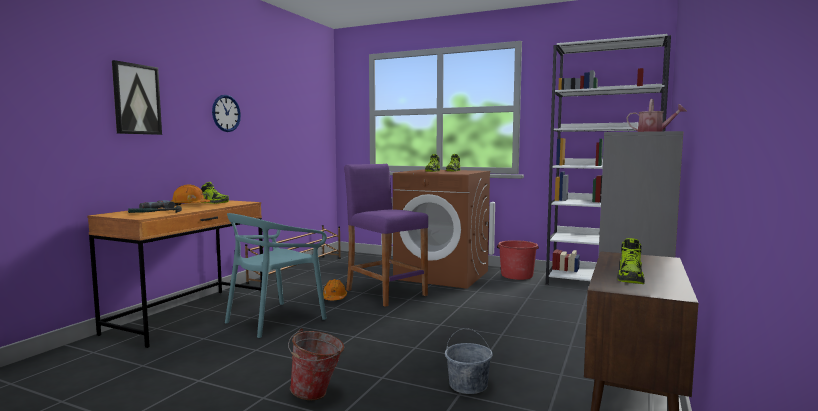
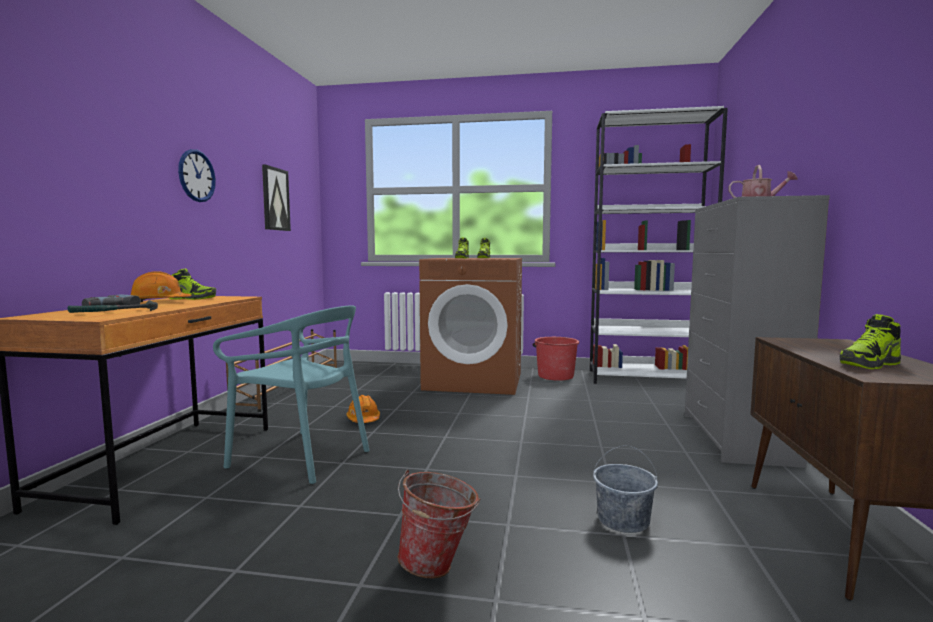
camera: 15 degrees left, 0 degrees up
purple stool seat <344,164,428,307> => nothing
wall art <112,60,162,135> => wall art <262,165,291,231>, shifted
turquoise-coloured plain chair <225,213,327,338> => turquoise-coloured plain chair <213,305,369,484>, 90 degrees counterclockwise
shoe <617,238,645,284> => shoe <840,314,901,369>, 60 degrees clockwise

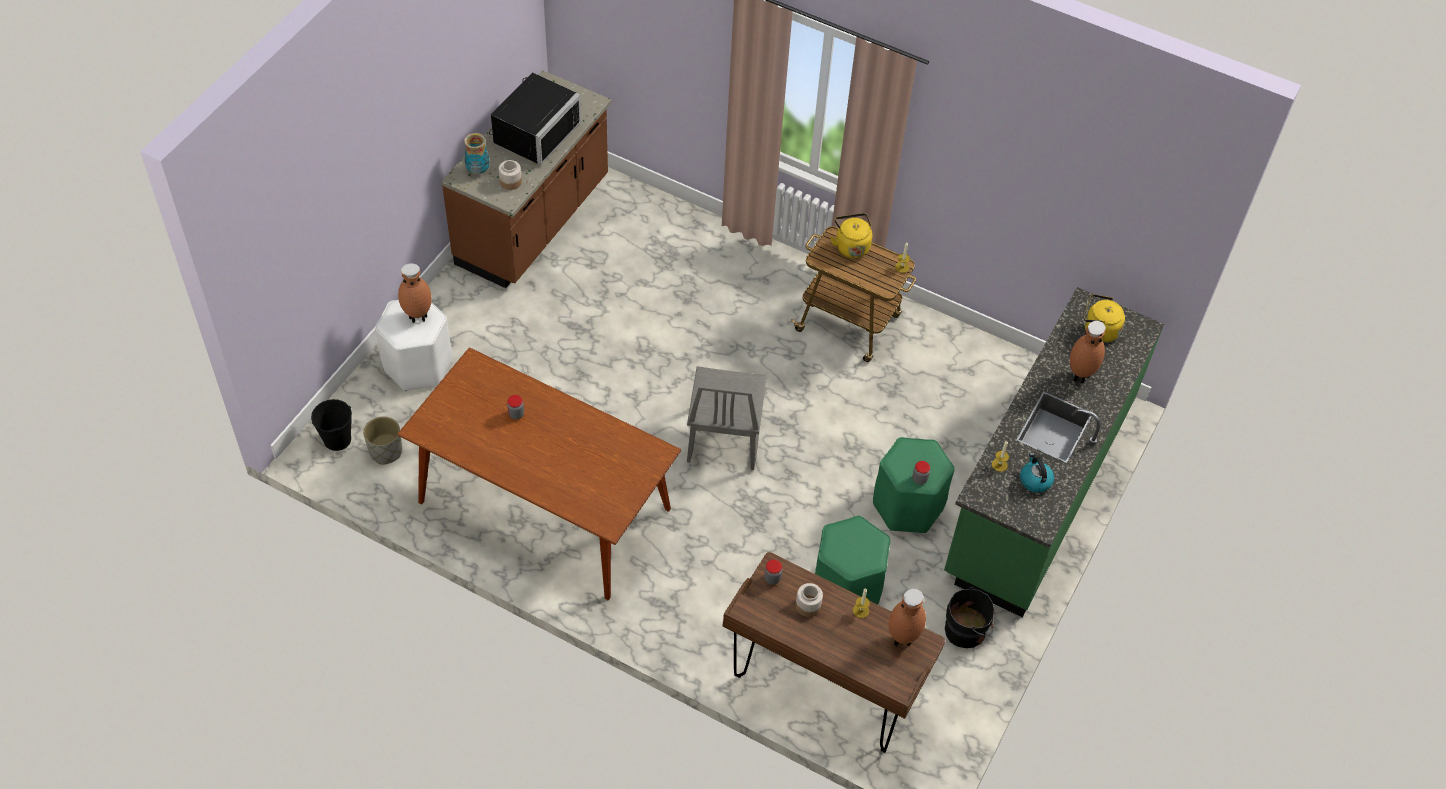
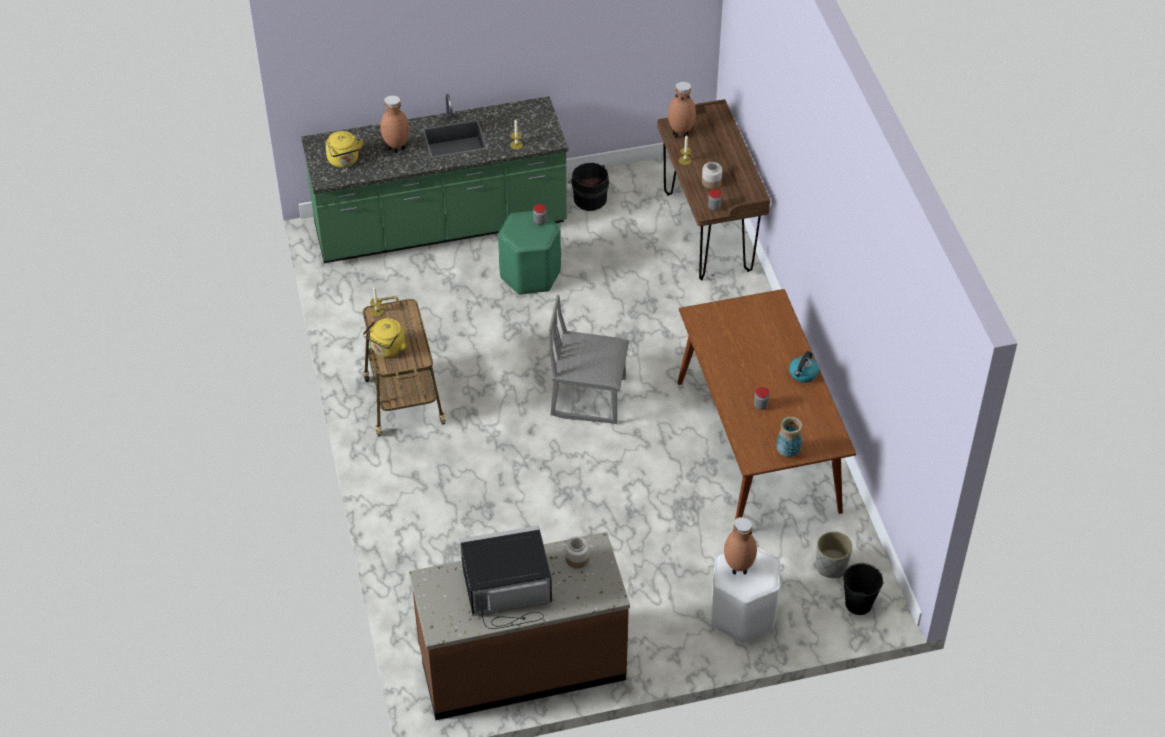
camera: 130 degrees left, 5 degrees down
green stool seat <815,516,891,605> => nothing
vase <464,133,490,174> => vase <776,417,802,457>, shifted
water kettle <1020,453,1054,493> => water kettle <789,351,819,383>, shifted
grey plain chair <687,366,767,470> => grey plain chair <549,295,629,424>, 135 degrees counterclockwise

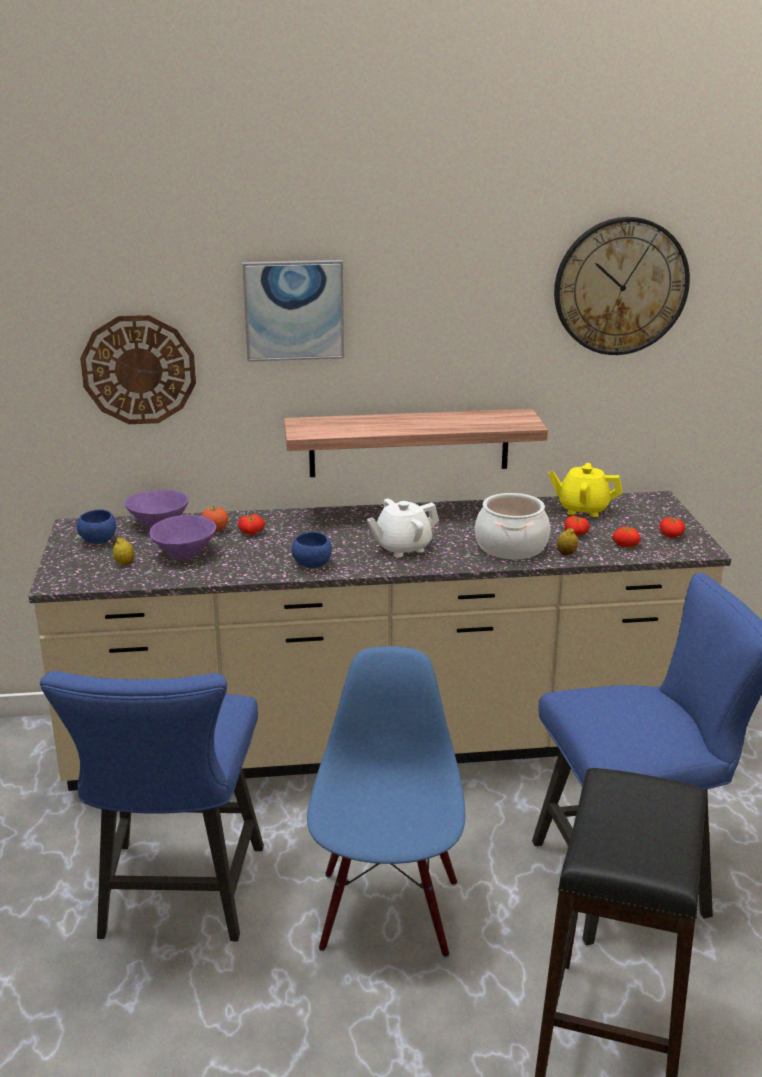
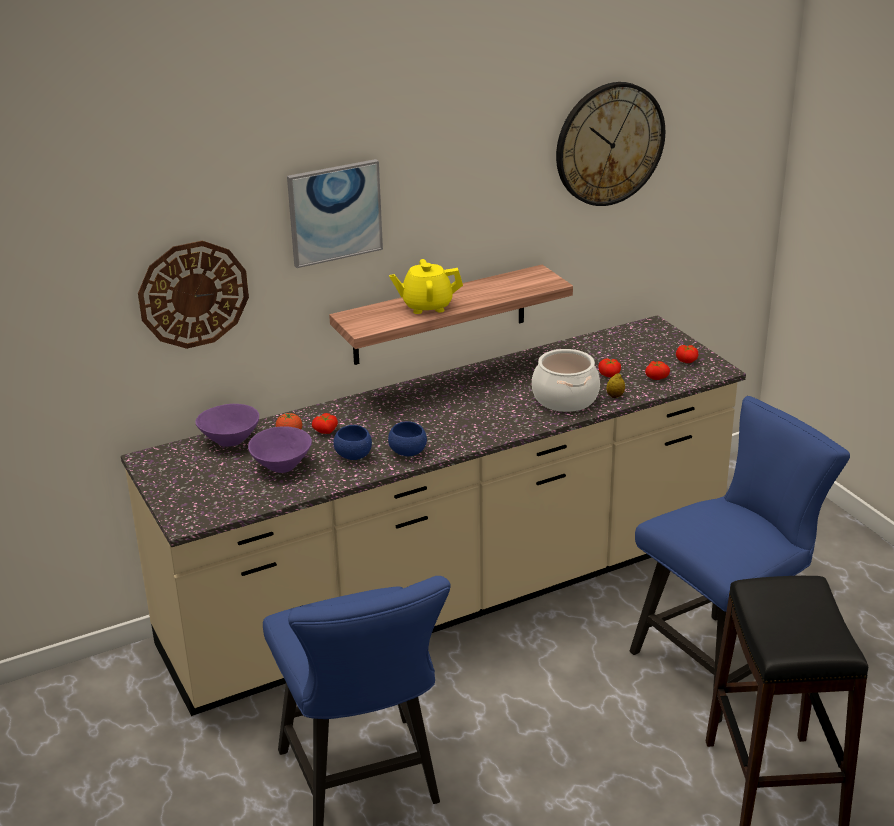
camera: 20 degrees left, 5 degrees up
lemon <113,537,135,565> => nothing
blue plain chair <307,646,465,957> => nothing
white-coloured teapot <367,499,439,558> => nothing
blue serving bowl <77,509,116,544> => blue serving bowl <333,425,372,460>, shifted
yellowish teapot <548,463,622,517> => yellowish teapot <389,259,463,314>, shifted

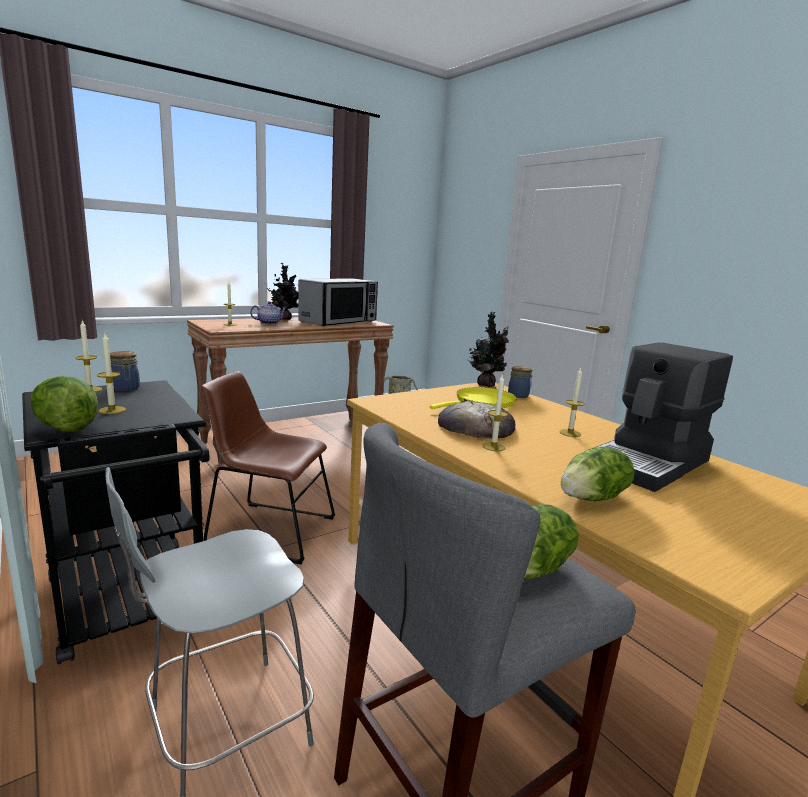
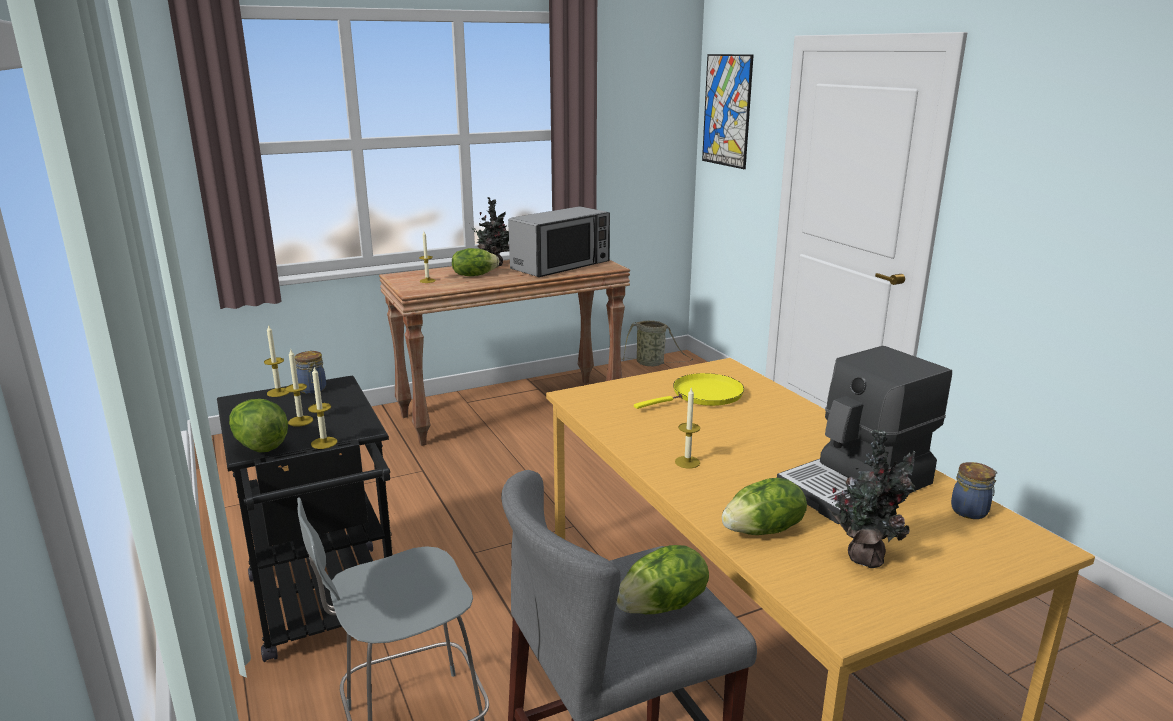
camera: 10 degrees right, 5 degrees up
brown plain chair <201,371,335,564> => nothing
baked bread <438,401,515,439> => nothing
nothing => wall art <702,54,754,169>
houseplant <468,312,509,387> => houseplant <828,430,916,568>, shifted
storage jar <508,366,533,398> => storage jar <951,462,998,519>, shifted
wax light <559,367,584,437> => wax light <308,367,338,449>, shifted
teapot <250,301,288,325> => lettuce <452,248,499,276>

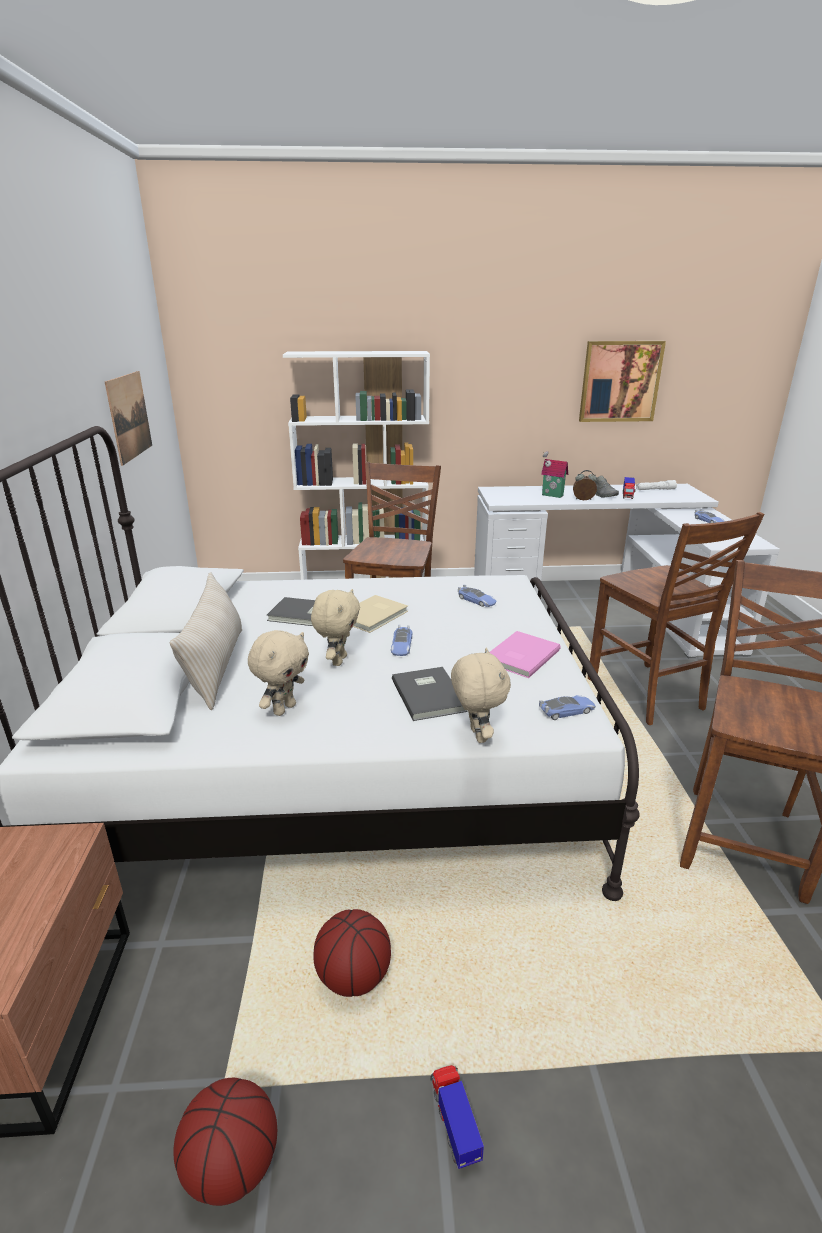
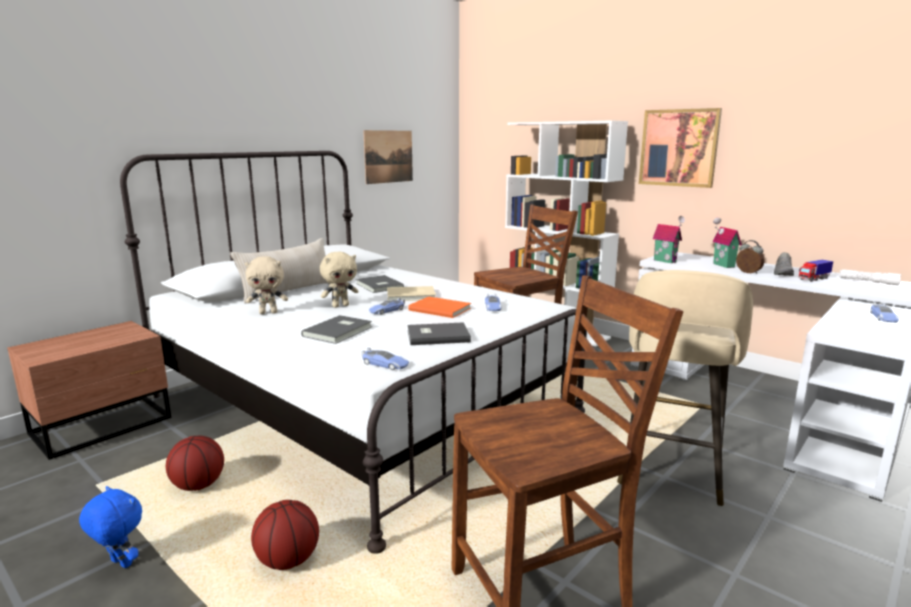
camera: 45 degrees right, 10 degrees down
sand-coloured cuddly toy <451,648,511,743> => nothing
nothing => orange-coloured volume <408,296,471,318>
nothing => miniature house <653,216,685,263>
ball for basketball <173,1078,277,1206> => ball for basketball <251,500,319,570>, shifted
wall art <579,341,666,422> => wall art <639,108,722,188>, shifted
toy lorry <430,1065,484,1169> => blue cuddly toy <79,486,142,568>
brown plain chair <588,512,764,725> => sand-coloured stool seat <617,270,753,506>
pinkish volume <490,631,561,678> => grey volume <407,322,471,345>

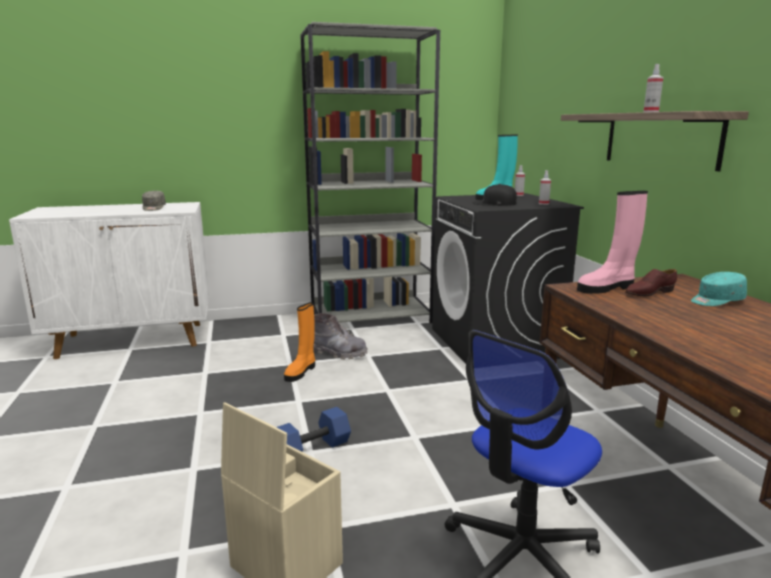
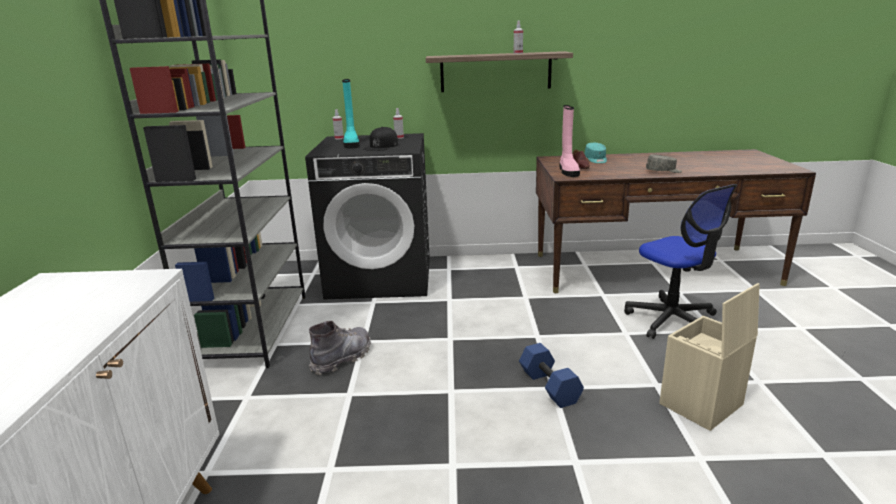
camera: 75 degrees left, 5 degrees up
orange-coloured high-top boot <284,302,315,382> => nothing
grey peaked cap <142,191,166,211> => grey peaked cap <646,154,682,173>, shifted

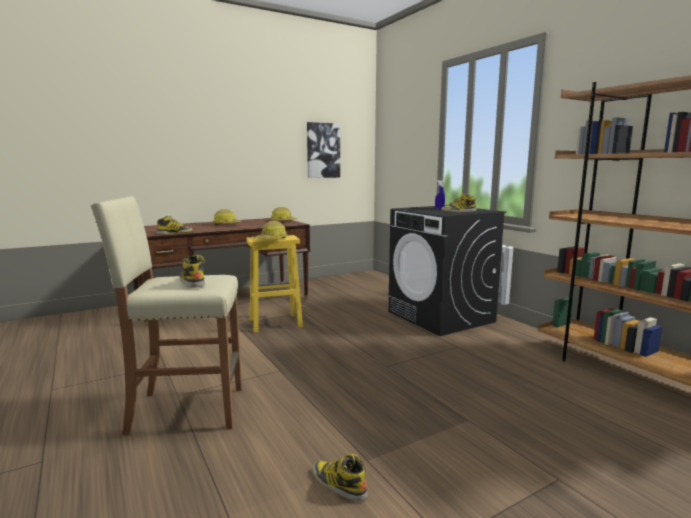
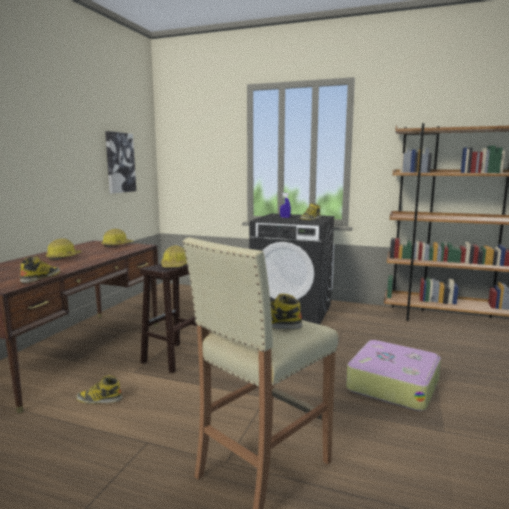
camera: 40 degrees left, 0 degrees up
nothing => suitcase <346,340,441,411>
high-top boot <312,453,368,502> => high-top boot <76,375,123,404>, shifted
yellowish stool seat <246,235,303,333> => brown stool seat <140,264,197,373>

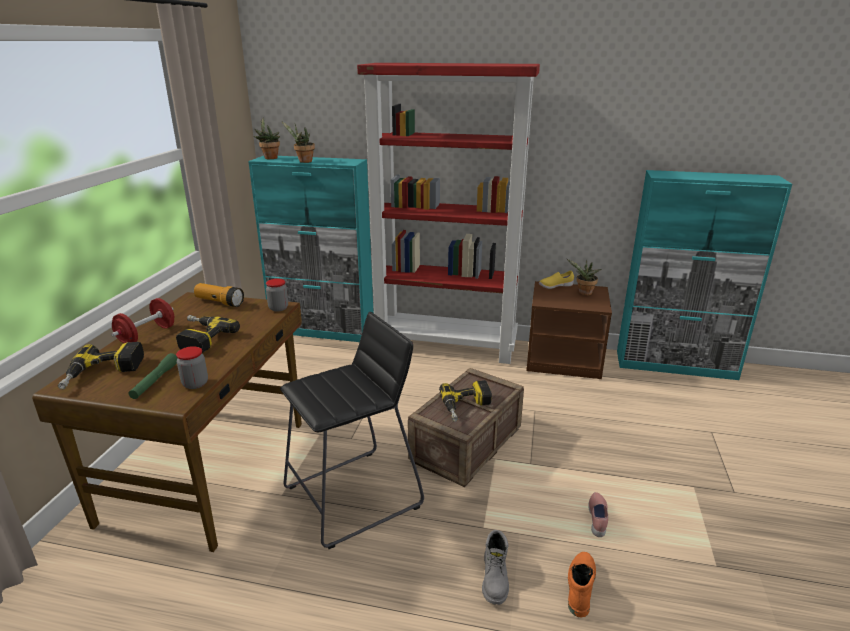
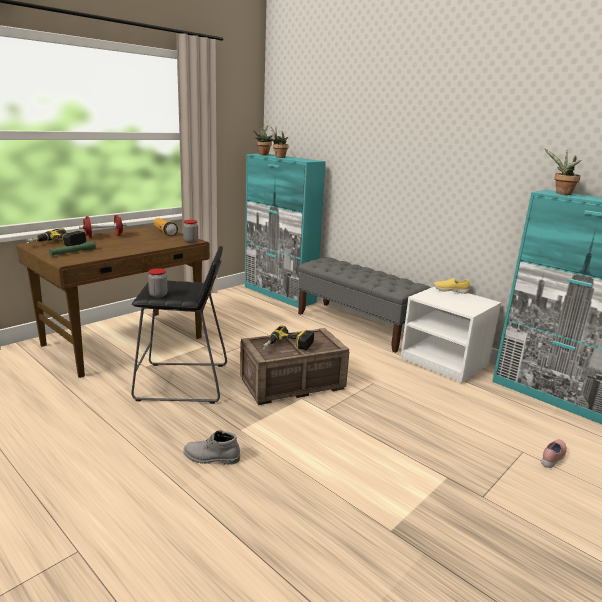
camera: 30 degrees right, 5 degrees down
electric drill <176,315,240,353> => nothing
orange-coloured high-top boot <568,552,596,618> => nothing
storage jar <176,346,208,389> => storage jar <148,268,167,298>, shifted
houseplant <567,259,602,296> => houseplant <544,148,582,195>, shifted
pinkish shoe <588,492,608,537> => pinkish shoe <541,439,567,468>, shifted
red-coloured bookshelf <357,63,540,364> => grey bench <298,257,431,353>
brown nightstand <527,281,612,379> => white-coloured nightstand <400,286,501,383>
grey high-top boot <482,530,509,605> => grey high-top boot <183,430,240,465>, 60 degrees clockwise

